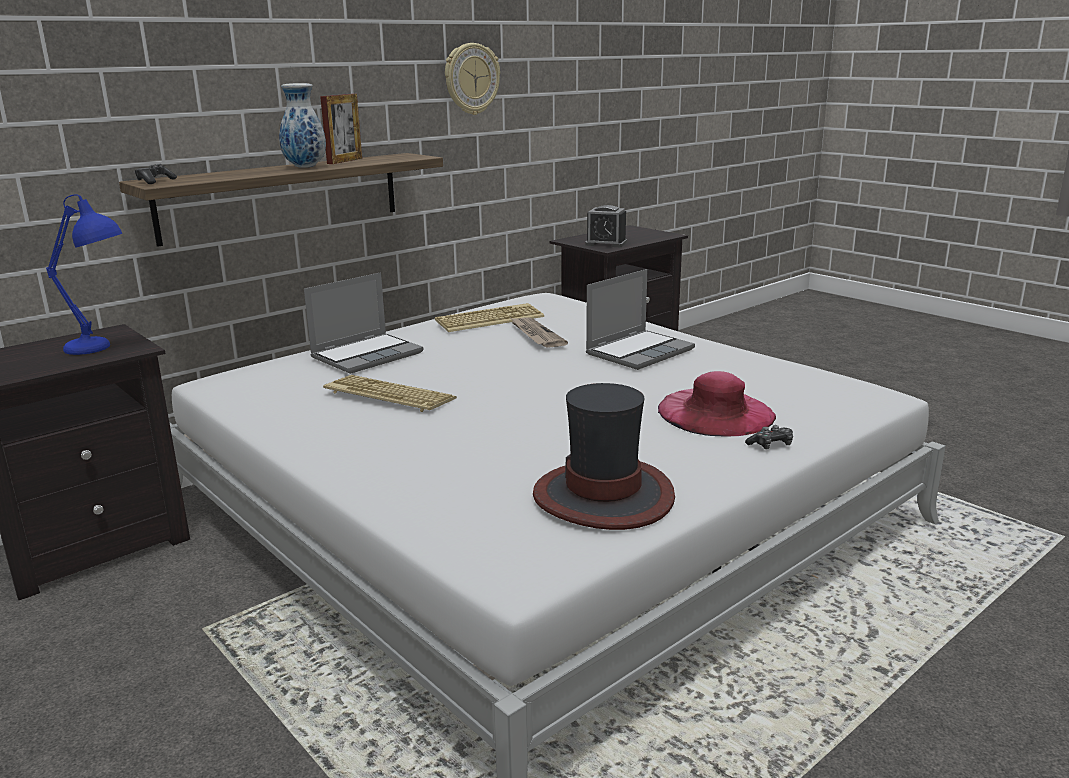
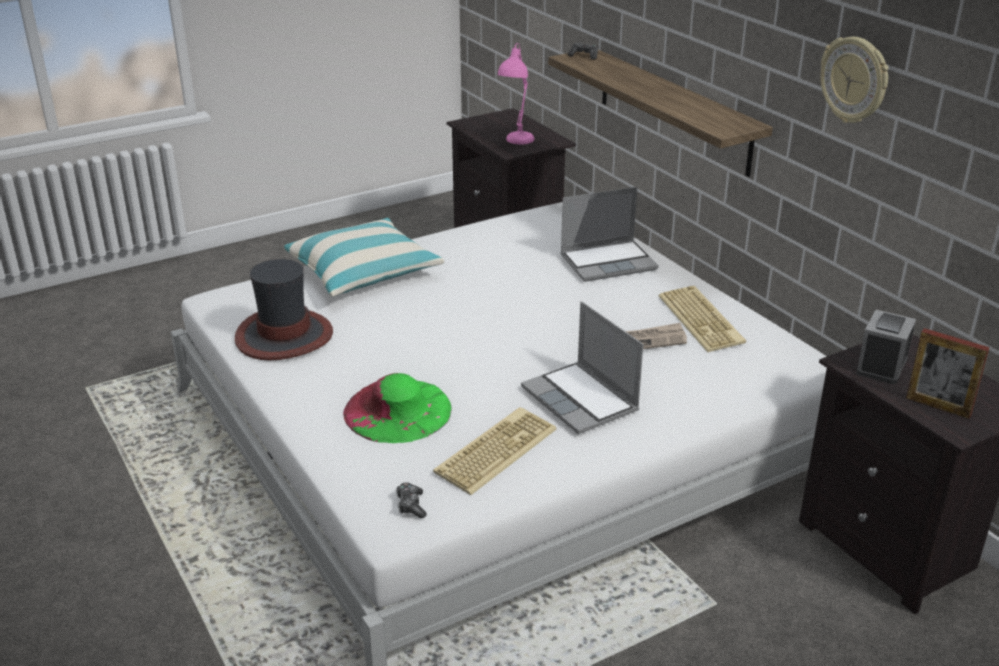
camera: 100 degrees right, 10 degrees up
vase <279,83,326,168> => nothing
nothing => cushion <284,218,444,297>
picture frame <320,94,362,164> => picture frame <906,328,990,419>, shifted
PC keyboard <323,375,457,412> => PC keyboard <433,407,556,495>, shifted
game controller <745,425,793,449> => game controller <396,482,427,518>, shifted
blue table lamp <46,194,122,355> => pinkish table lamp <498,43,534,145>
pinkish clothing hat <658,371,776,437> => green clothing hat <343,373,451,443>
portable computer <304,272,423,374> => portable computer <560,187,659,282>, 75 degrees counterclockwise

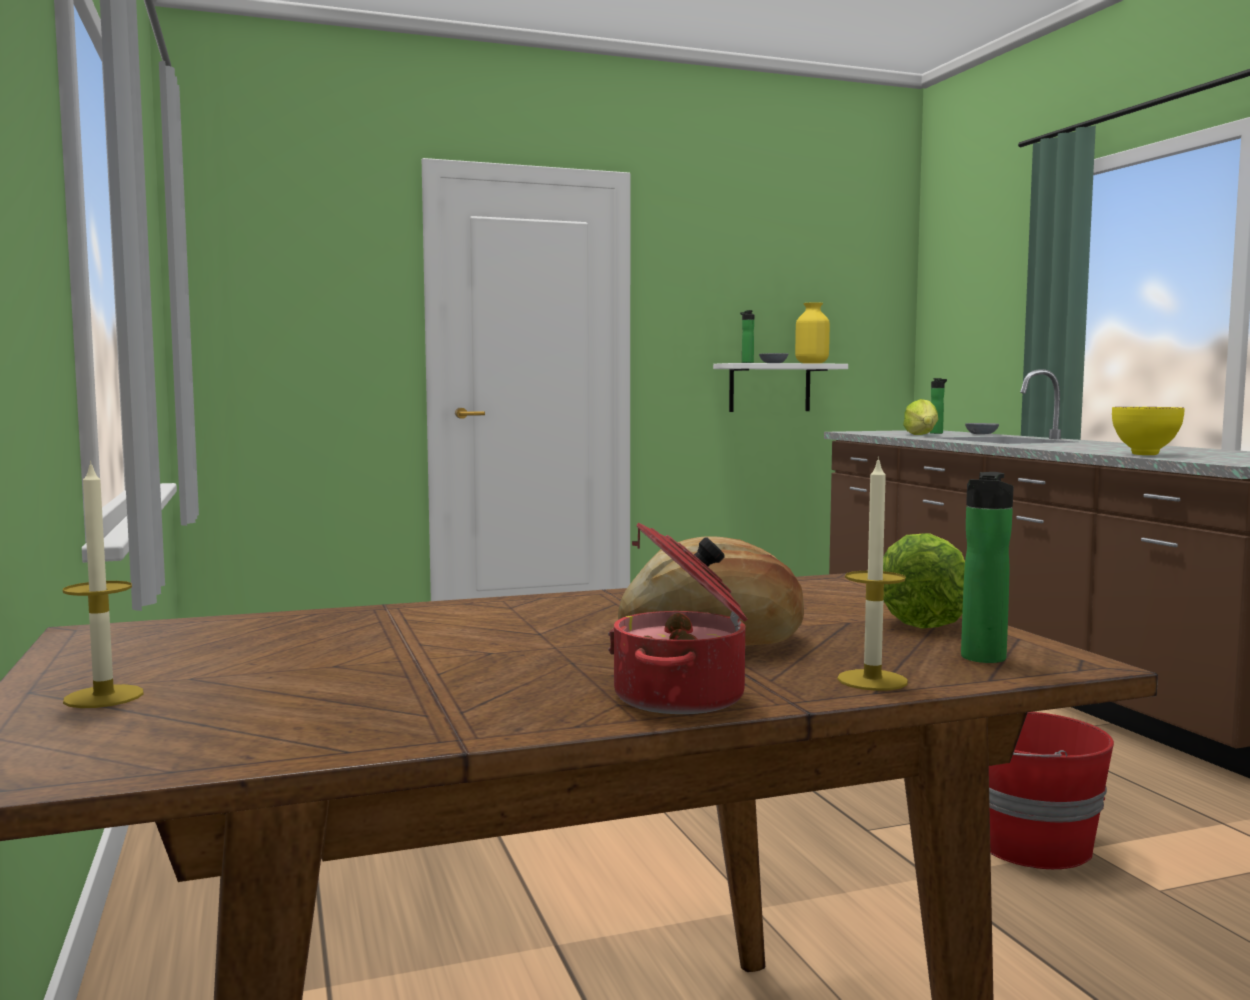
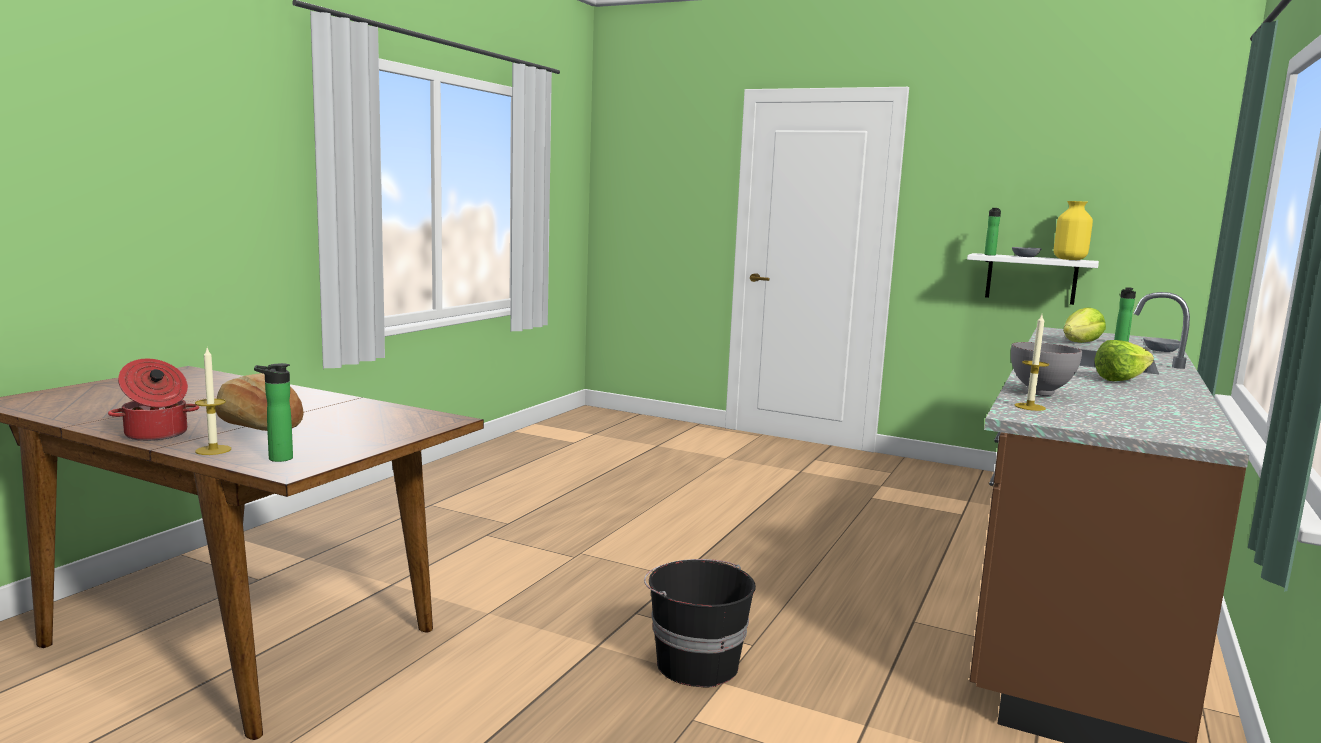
camera: 45 degrees right, 5 degrees up
wax light <63,461,144,708> => wax light <1015,314,1049,411>, shifted
lettuce <883,533,965,629> => lettuce <1094,340,1154,381>, shifted
red-coloured bucket <989,712,1114,869> => black-coloured bucket <644,559,756,688>
yellowish serving bowl <1112,407,1185,455> => grey serving bowl <1011,342,1082,396>

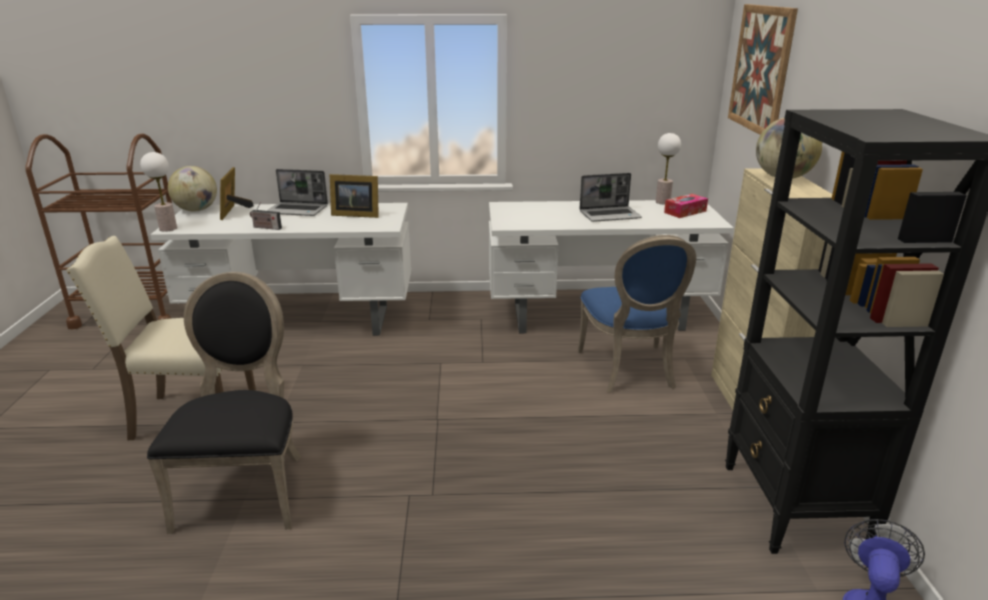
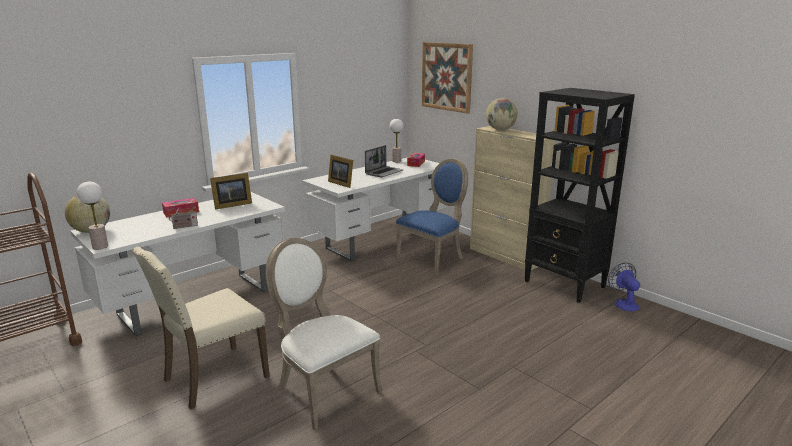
camera: 40 degrees left, 5 degrees down
picture frame <220,167,254,220> => picture frame <328,155,353,188>, shifted
portable computer <267,169,328,216> => box of tissues <162,198,199,218>
black-coloured plain chair <147,272,301,534> => white-coloured plain chair <266,238,382,430>
blue plain chair <578,235,696,393> => blue plain chair <395,159,468,276>, 90 degrees counterclockwise

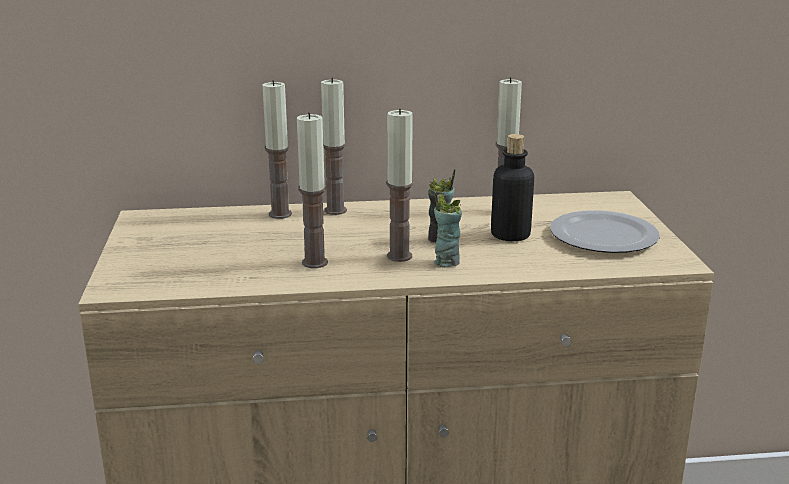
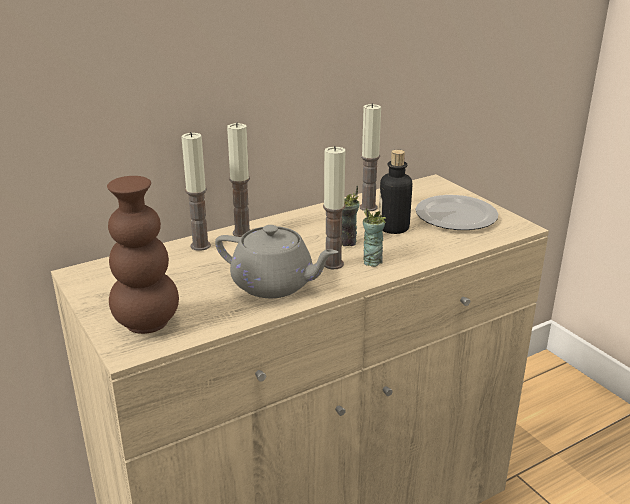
camera: 25 degrees left, 5 degrees up
nothing => brown vase <107,176,179,334>
wax light <297,112,328,268> => grey teapot <215,225,338,298>

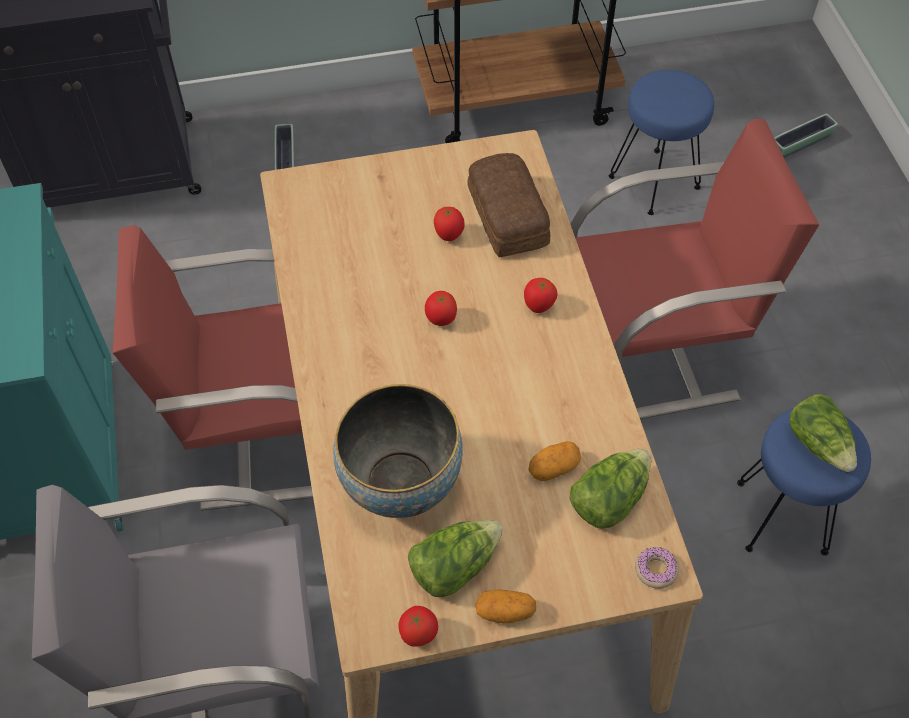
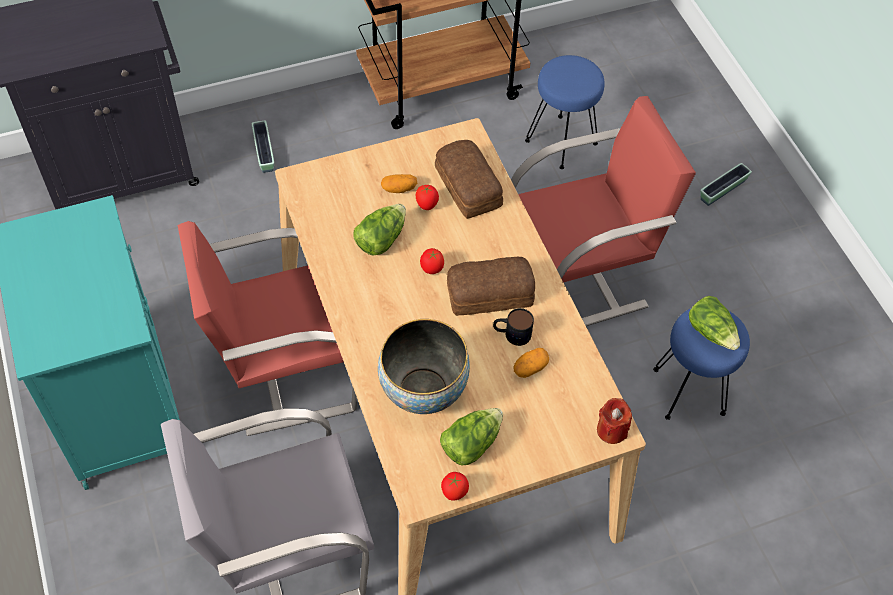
camera: 10 degrees left, 0 degrees up
whole tomato <524,278,558,313> => nothing
nothing => baked bread <447,257,535,316>
nothing => mug <493,308,534,346>
whole potato <475,590,536,624> => whole potato <381,174,417,193>, shifted
lettuce <570,449,651,529> => lettuce <353,204,406,256>, shifted
planter <774,114,838,158> => planter <700,163,752,206>, shifted
doughnut <635,547,679,589> => red-coloured wax light <597,398,632,444>

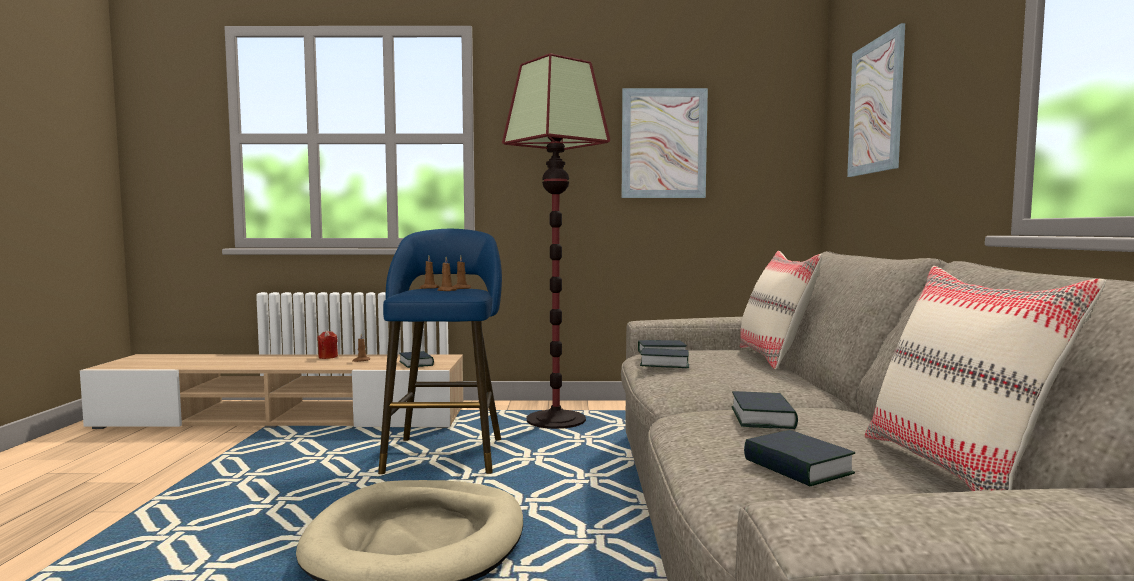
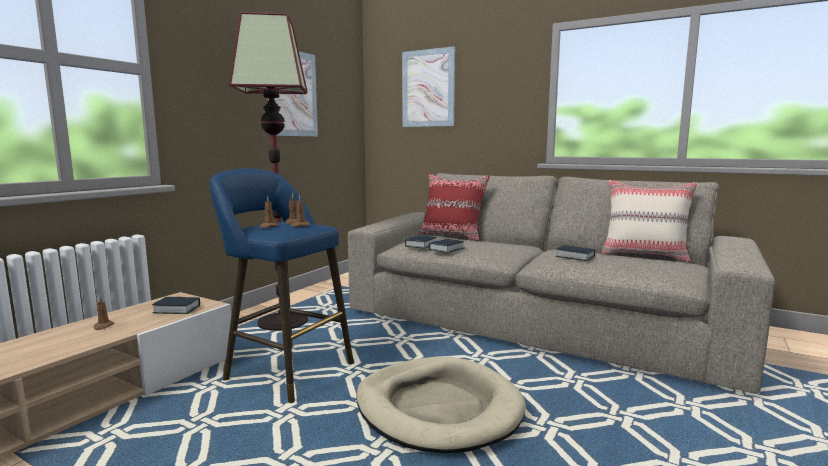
camera: 60 degrees left, 5 degrees up
red-coloured wax light <317,330,338,359> => nothing
volume <744,430,855,486> => nothing
sand-coloured cushion <740,251,822,370> => red-coloured cushion <419,174,490,241>

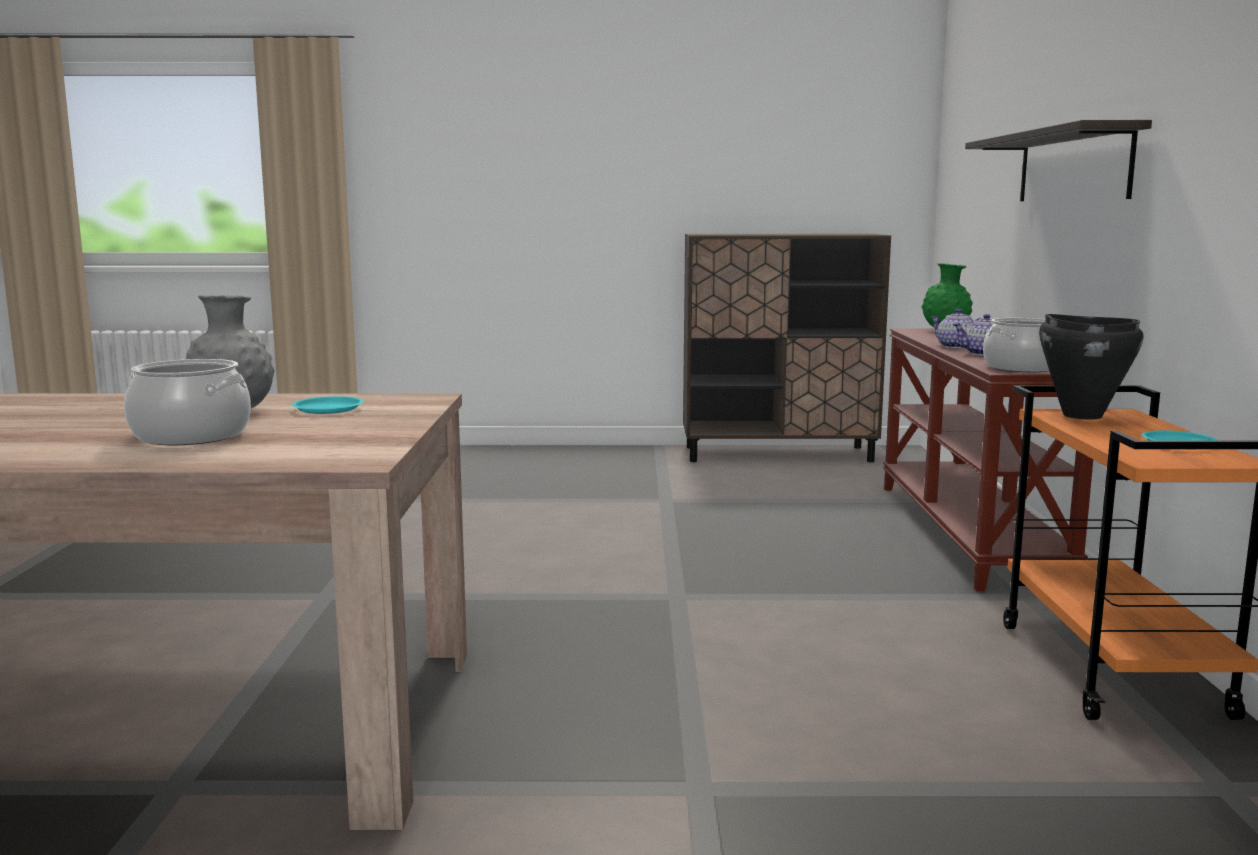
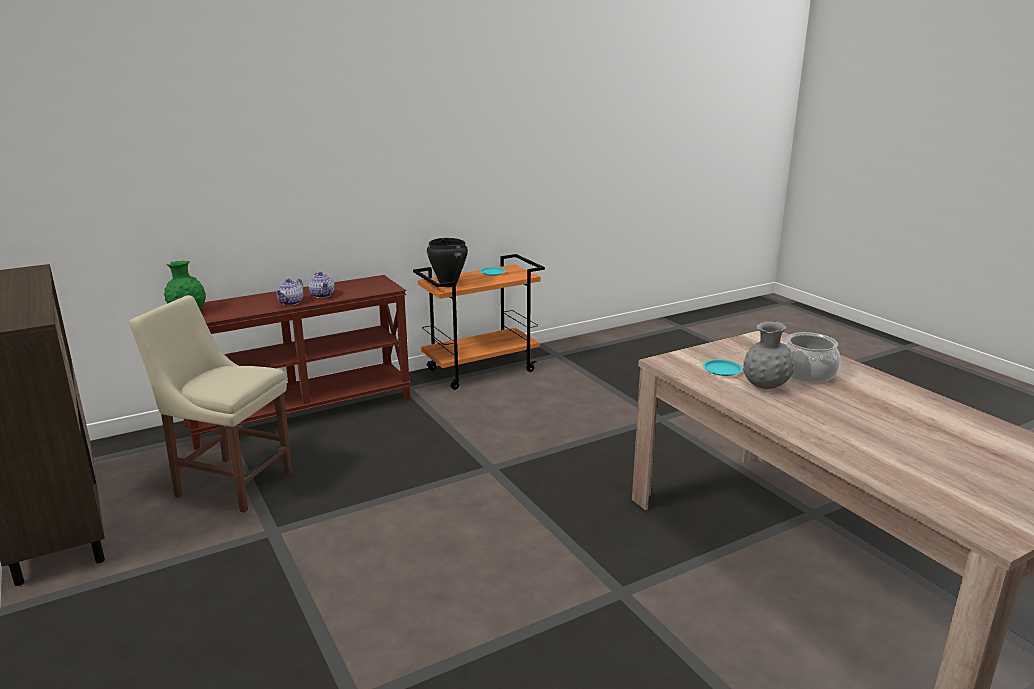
camera: 120 degrees left, 10 degrees up
bracket shelf <965,120,1152,201> => nothing
saucepot <983,318,1049,372> => nothing
nothing => sand-coloured plain chair <129,295,292,513>

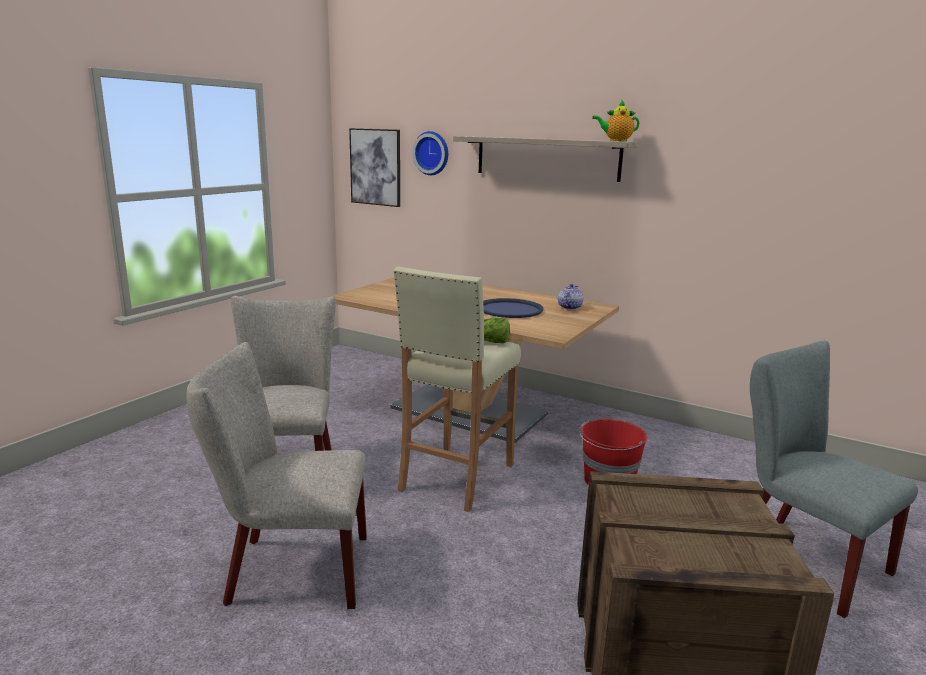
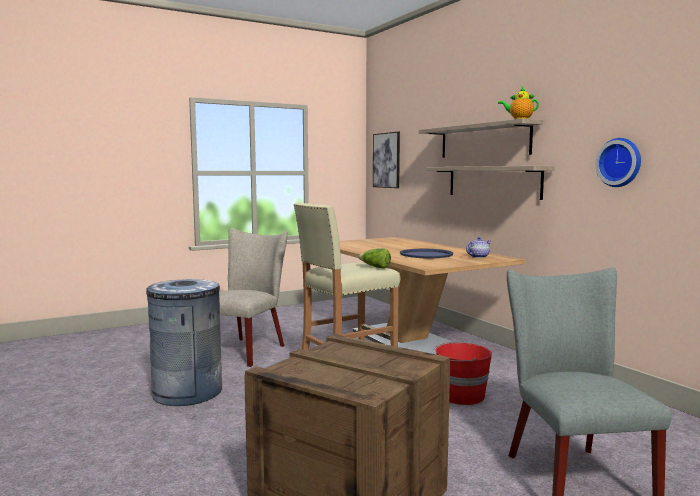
camera: 30 degrees right, 10 degrees down
nothing => bracket shelf <426,166,555,200>
hanging clock <412,131,448,175> => hanging clock <595,138,641,187>, shifted
sand-coloured plain chair <187,342,367,609> => grey rubbish bin <146,279,222,406>

